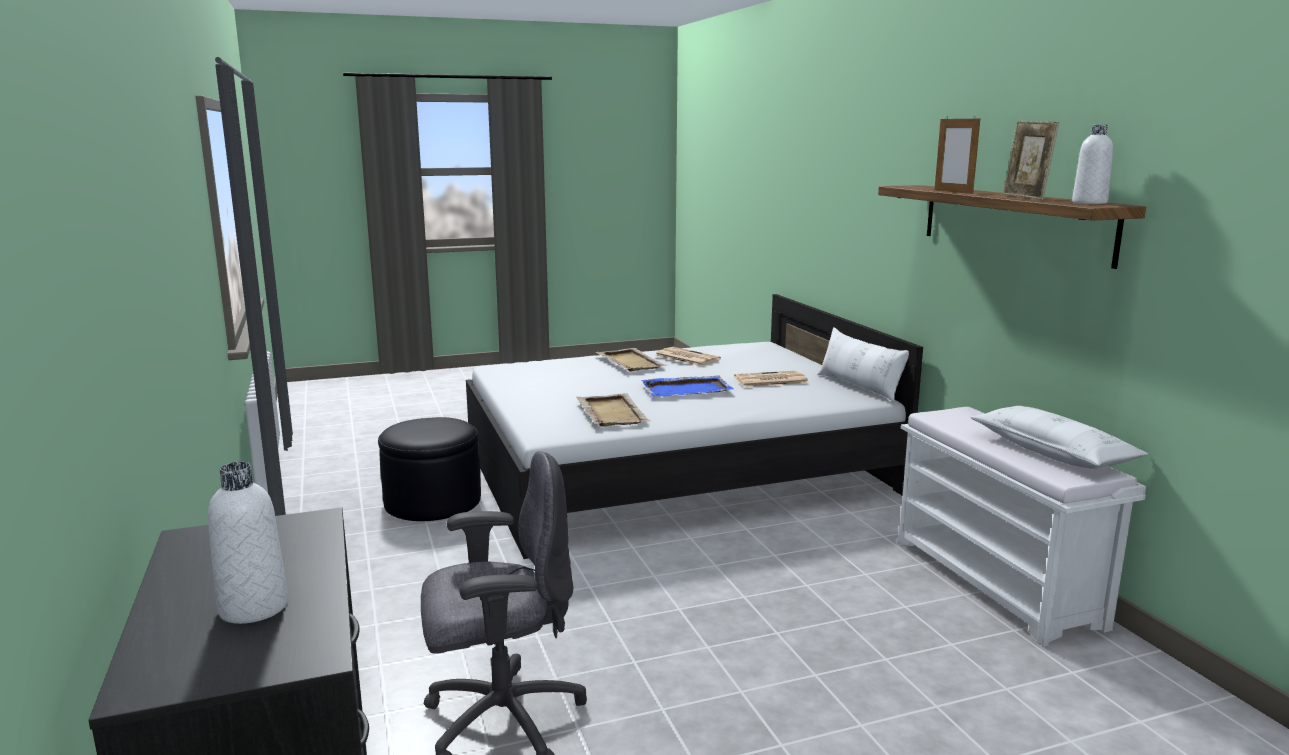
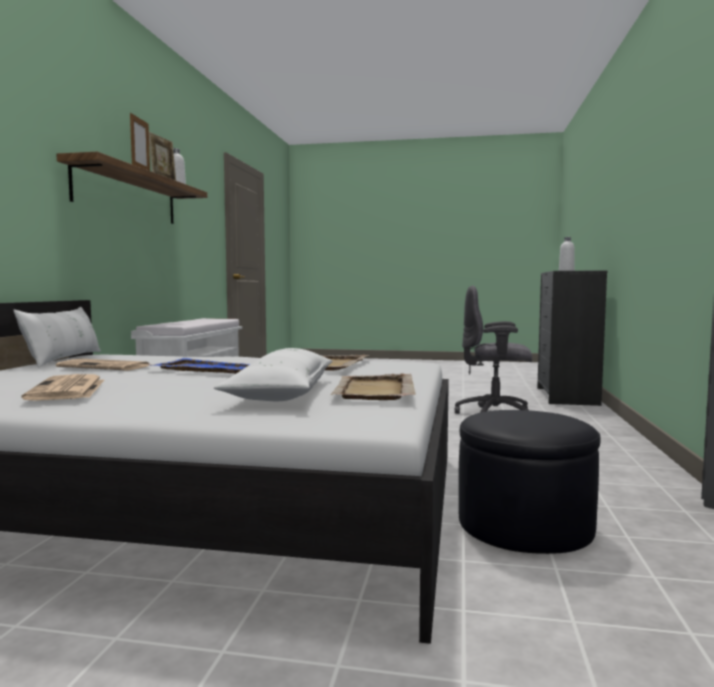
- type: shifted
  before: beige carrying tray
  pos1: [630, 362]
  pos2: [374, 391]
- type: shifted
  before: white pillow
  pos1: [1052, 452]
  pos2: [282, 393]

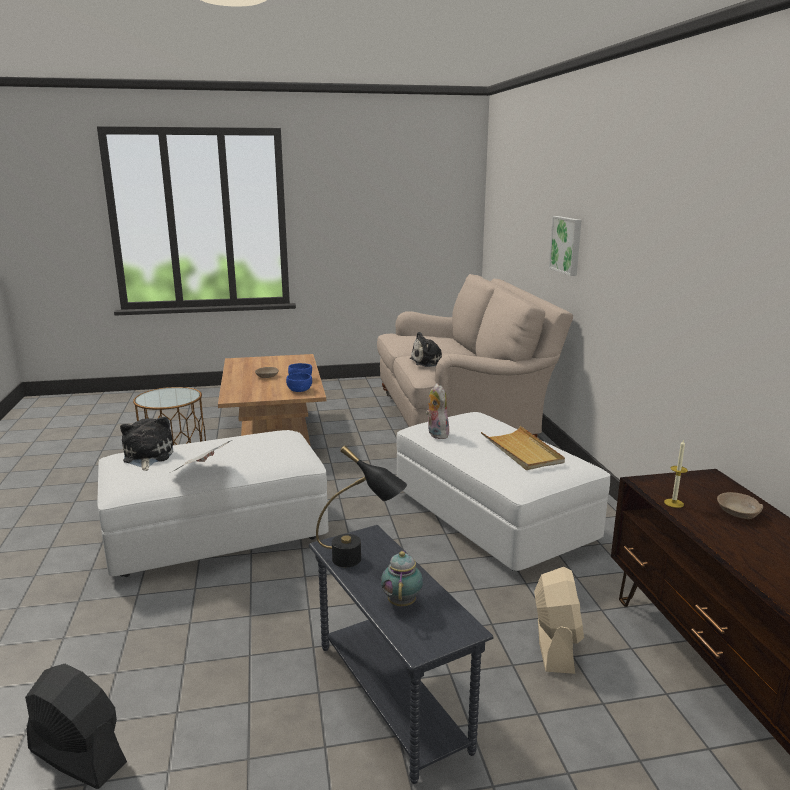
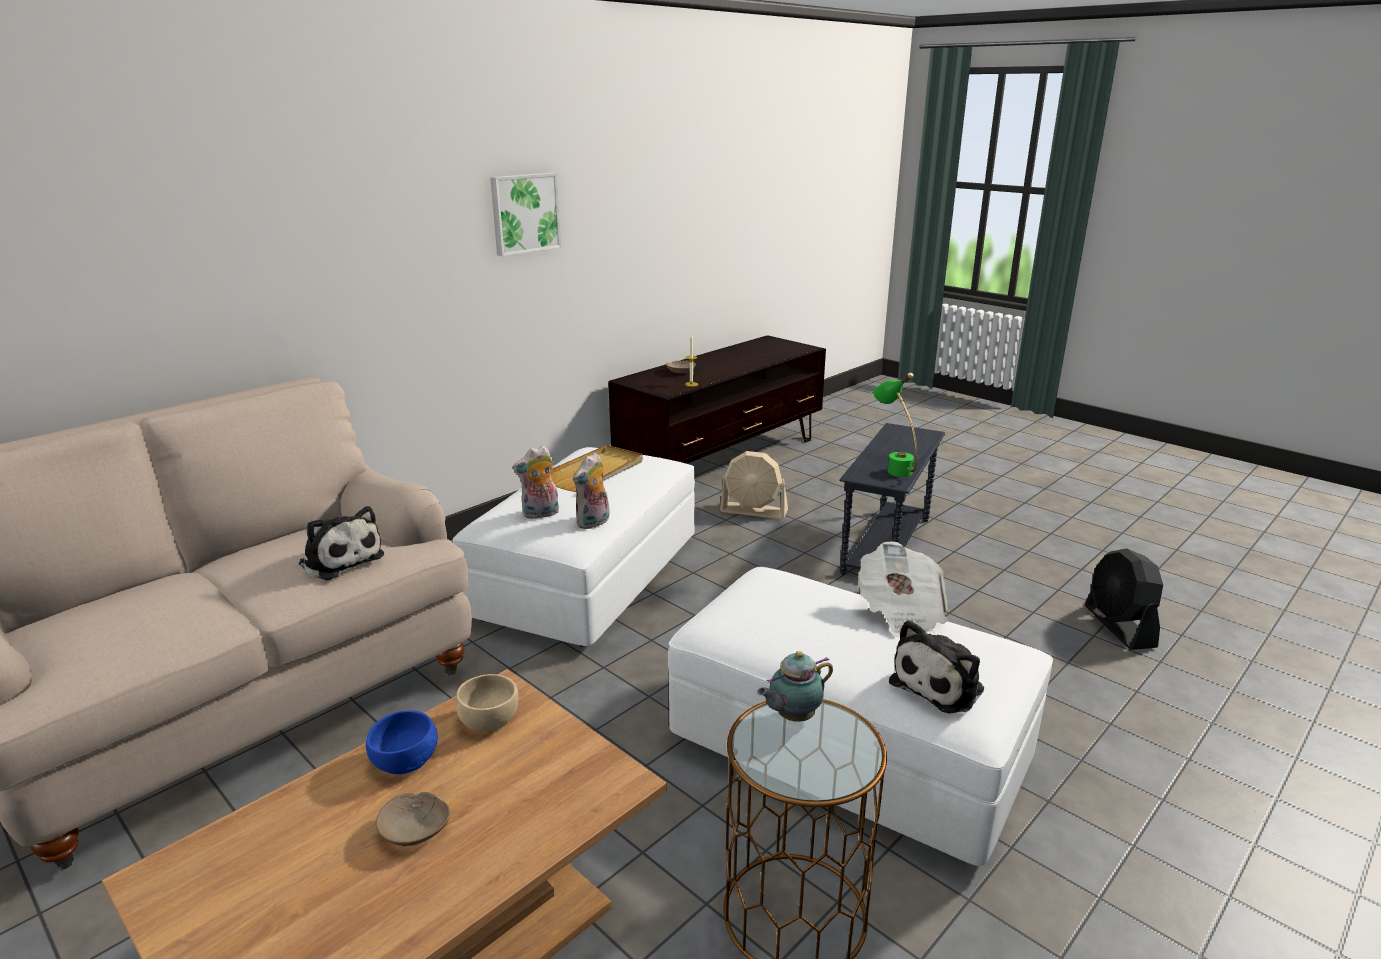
- type: repainted
  before: blue deep dish
  after: beige deep dish
  pos1: [299, 390]
  pos2: [489, 719]
- type: repainted
  before: black tabletop lamp
  after: green-coloured tabletop lamp
  pos1: [360, 561]
  pos2: [893, 467]
- type: shifted
  before: pot for tea
  pos1: [402, 601]
  pos2: [792, 717]
- type: rotated
  before: beige fan
  pos1: [555, 644]
  pos2: [754, 511]
  turn: -135
- type: shifted
  before: wall art
  pos1: [567, 245]
  pos2: [524, 213]
- type: new
  after: soft toy
  pos2: [540, 514]

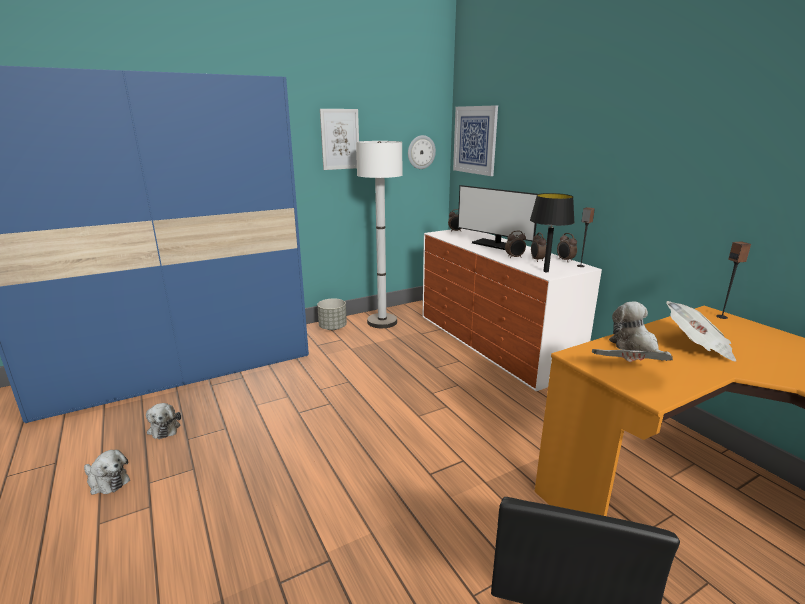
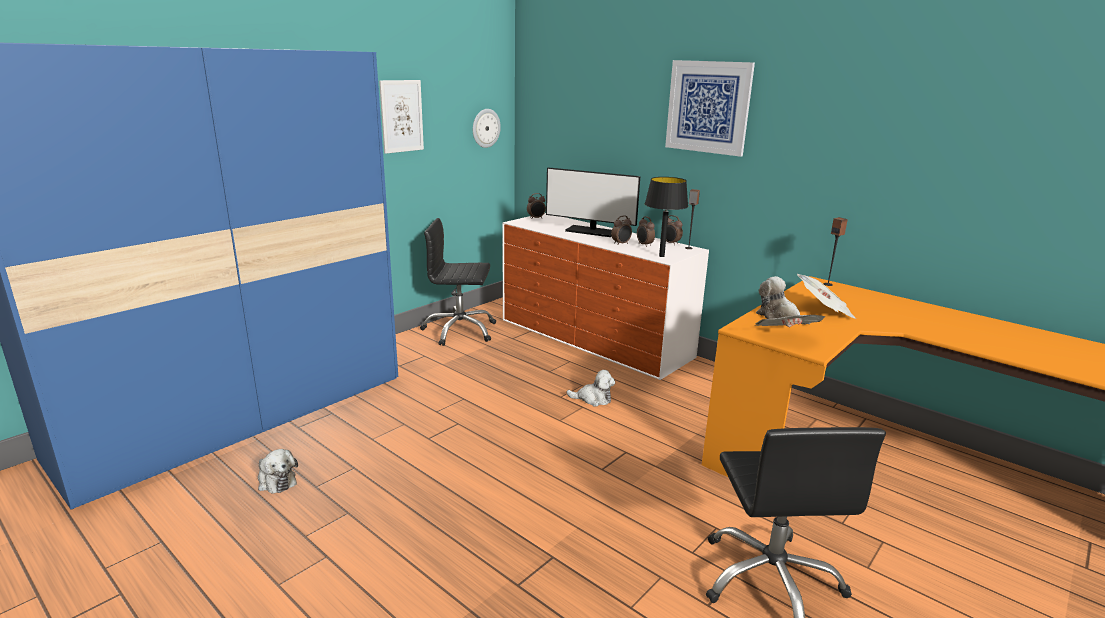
- type: shifted
  before: soft toy
  pos1: [107, 481]
  pos2: [593, 399]
- type: gone
  before: greyish planter
  pos1: [333, 327]
- type: swapped
  before: white standing lamp
  after: black computer chair
  pos1: [382, 322]
  pos2: [459, 331]
- type: shifted
  before: wall art
  pos1: [475, 140]
  pos2: [708, 107]

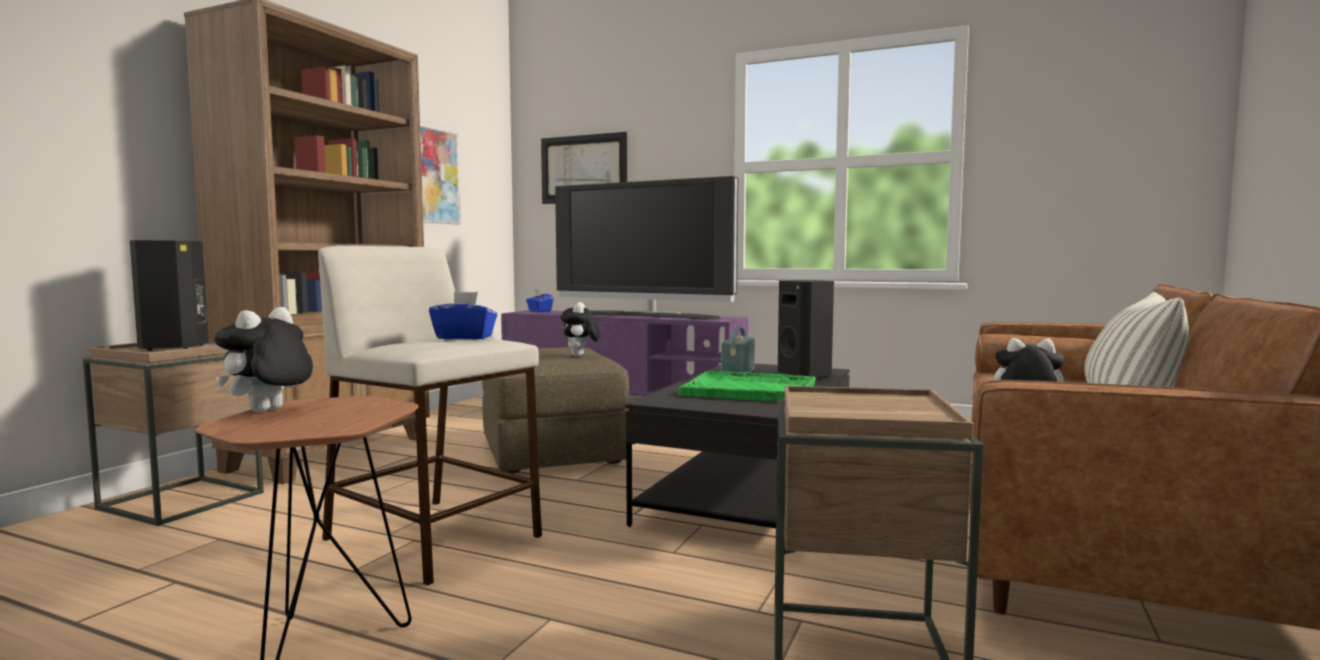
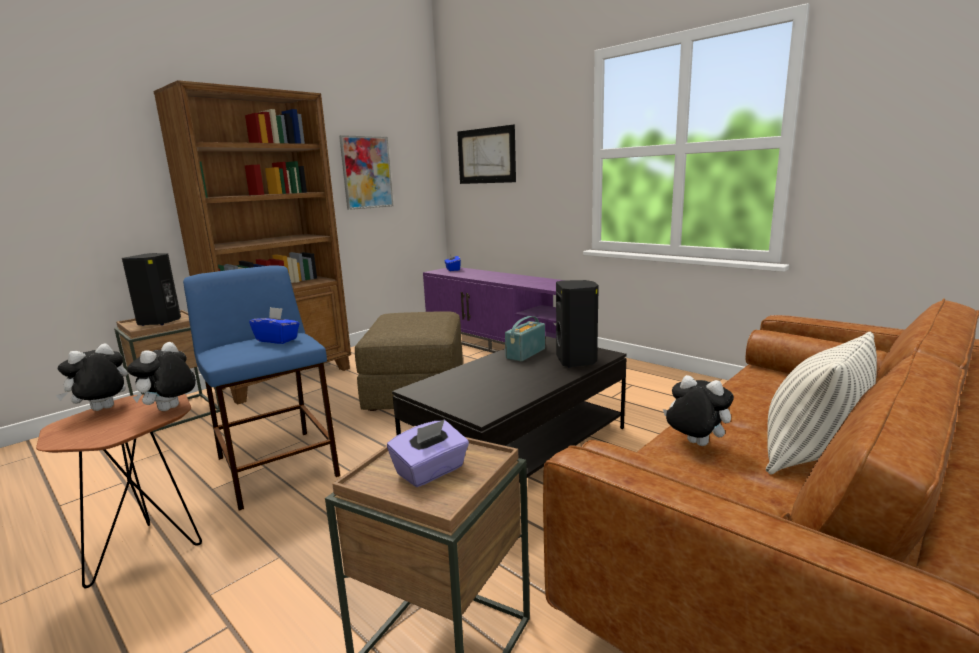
- type: repainted
  before: beige stool seat
  after: blue stool seat
  pos1: [435, 538]
  pos2: [278, 467]
- type: gone
  before: television
  pos1: [648, 316]
- type: shifted
  before: soft toy
  pos1: [580, 356]
  pos2: [170, 410]
- type: gone
  before: green-coloured carrying tray
  pos1: [750, 390]
- type: new
  after: purplish box of tissues
  pos2: [431, 471]

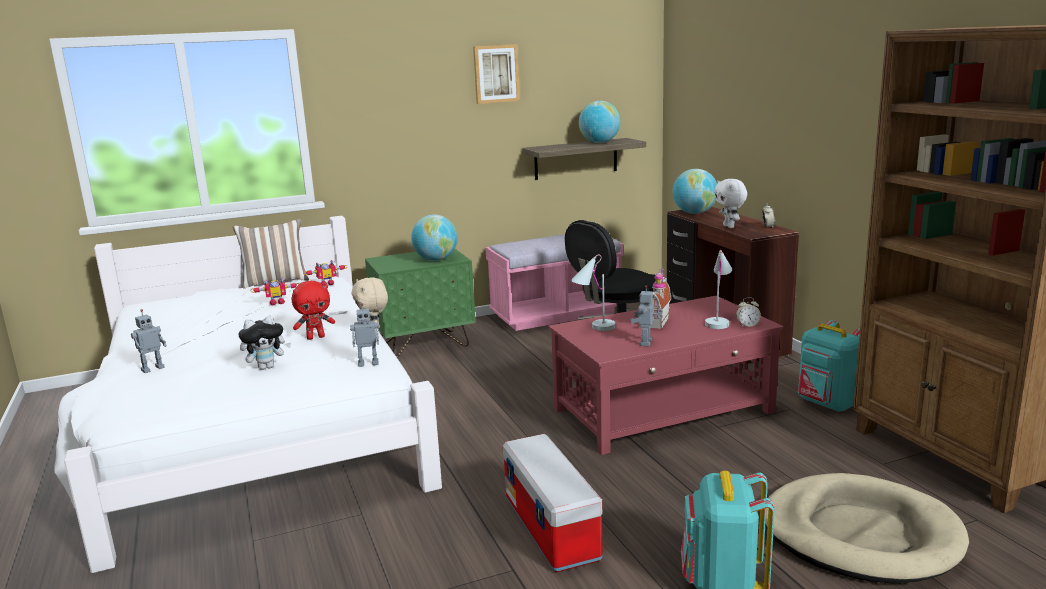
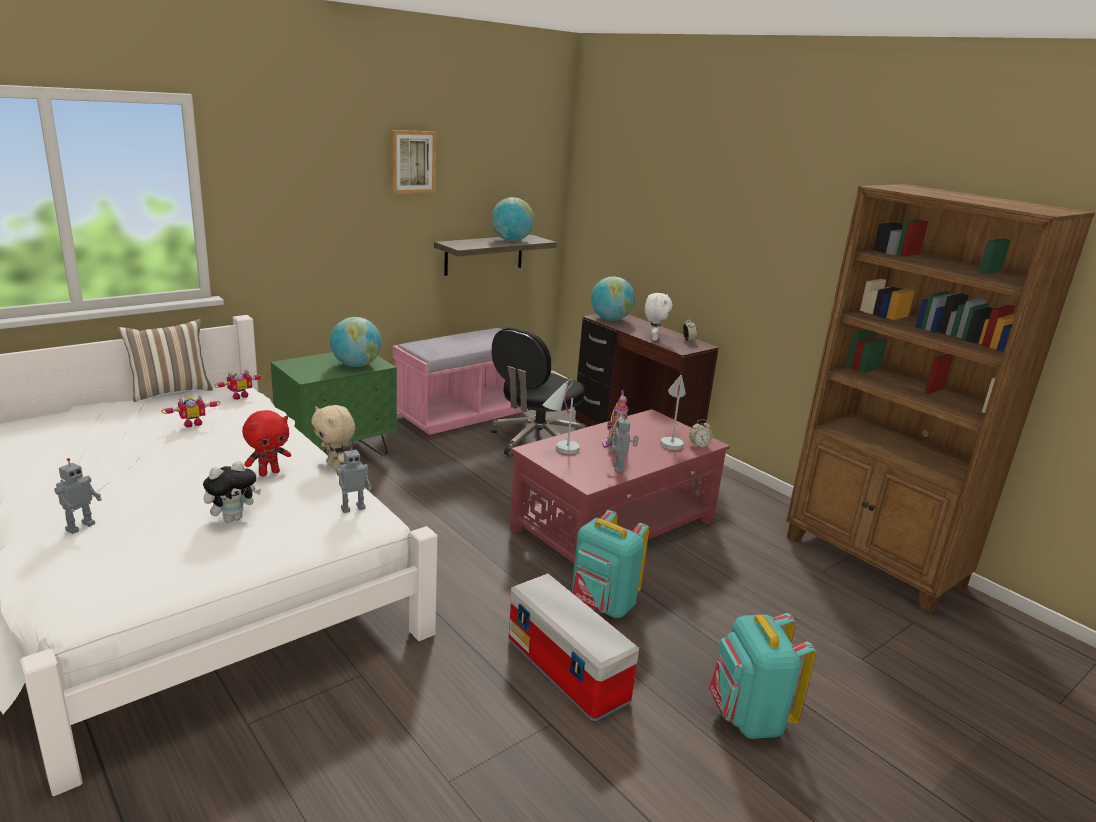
- type: rotated
  before: white soft toy
  pos1: [729, 226]
  pos2: [653, 338]
  turn: -135
- type: gone
  before: beige dog cushion
  pos1: [860, 534]
- type: shifted
  before: blue-green knapsack
  pos1: [827, 404]
  pos2: [602, 606]

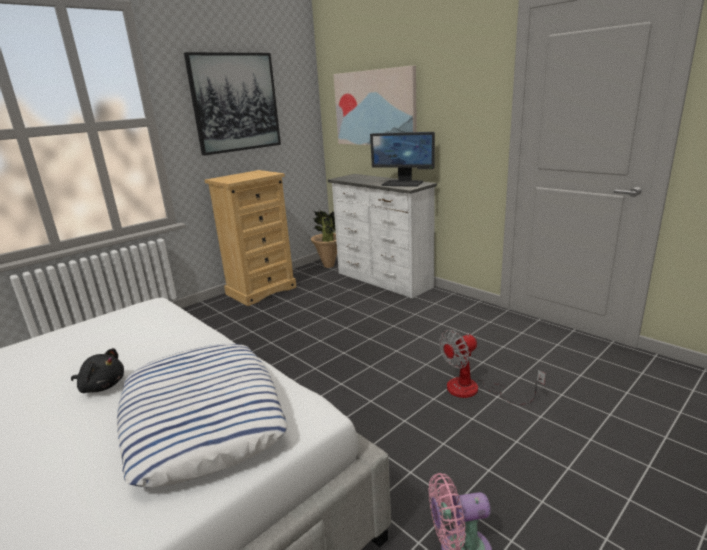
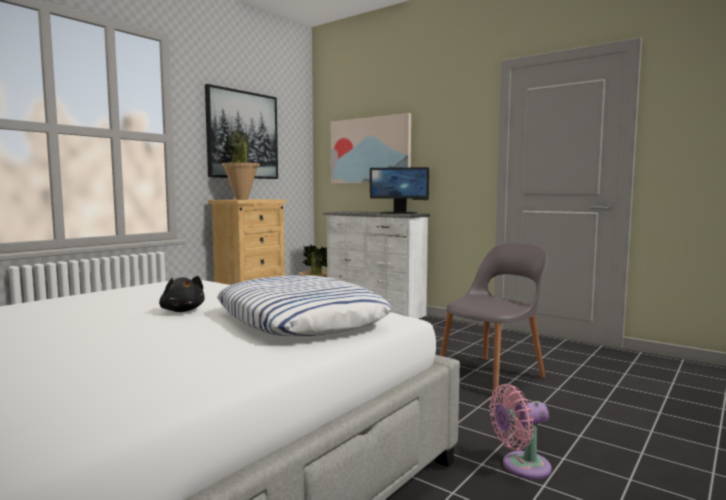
- type: rotated
  before: black soft toy
  pos1: [102, 386]
  pos2: [182, 310]
  turn: 45
- type: swapped
  before: fan
  after: greyish upright chair
  pos1: [474, 390]
  pos2: [492, 375]
- type: new
  after: potted plant
  pos2: [241, 199]

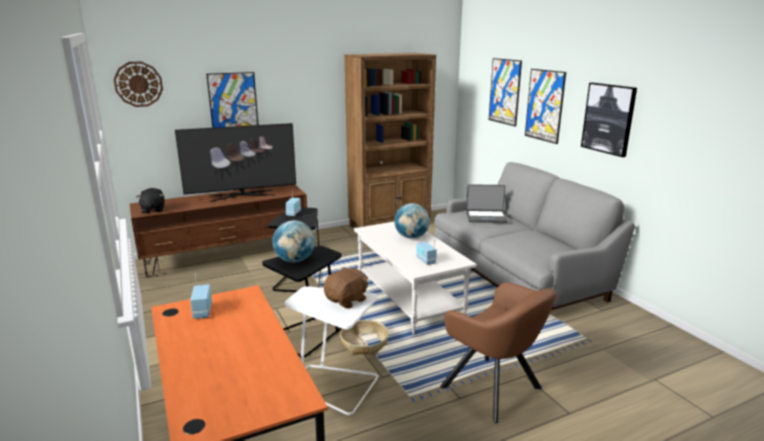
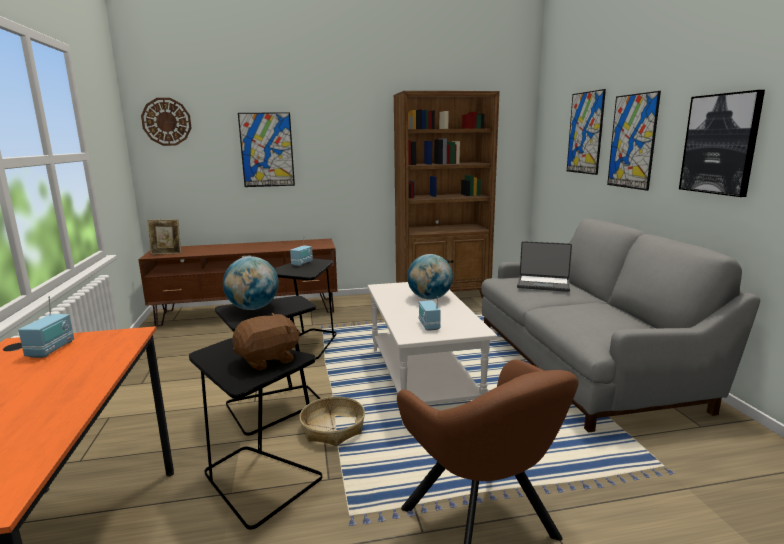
- type: swapped
  before: black soft toy
  after: photo frame
  pos1: [153, 210]
  pos2: [167, 253]
- type: gone
  before: television
  pos1: [242, 195]
- type: repainted
  before: white end table
  after: black end table
  pos1: [333, 386]
  pos2: [257, 481]

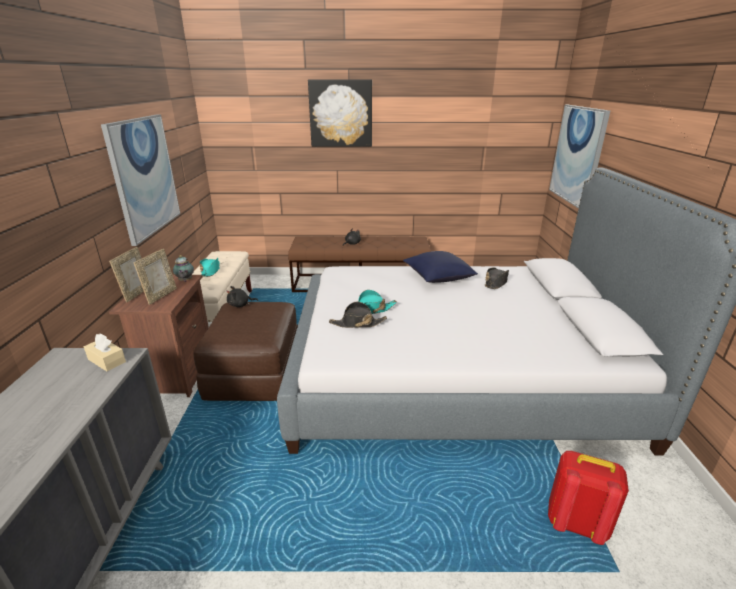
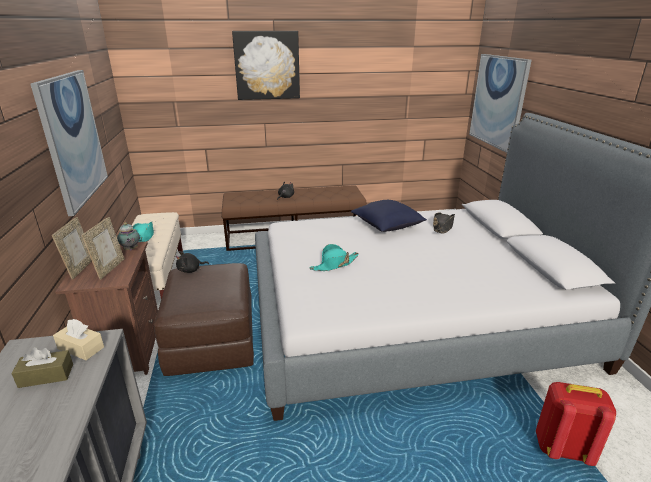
- type: gone
  before: black hat
  pos1: [357, 323]
- type: new
  after: brown box of tissues
  pos2: [46, 376]

